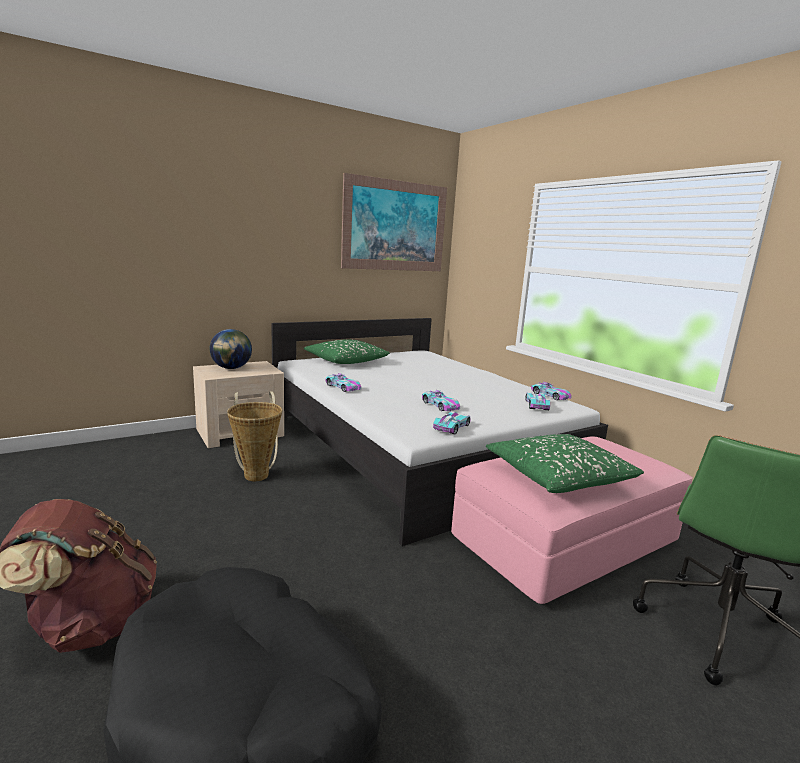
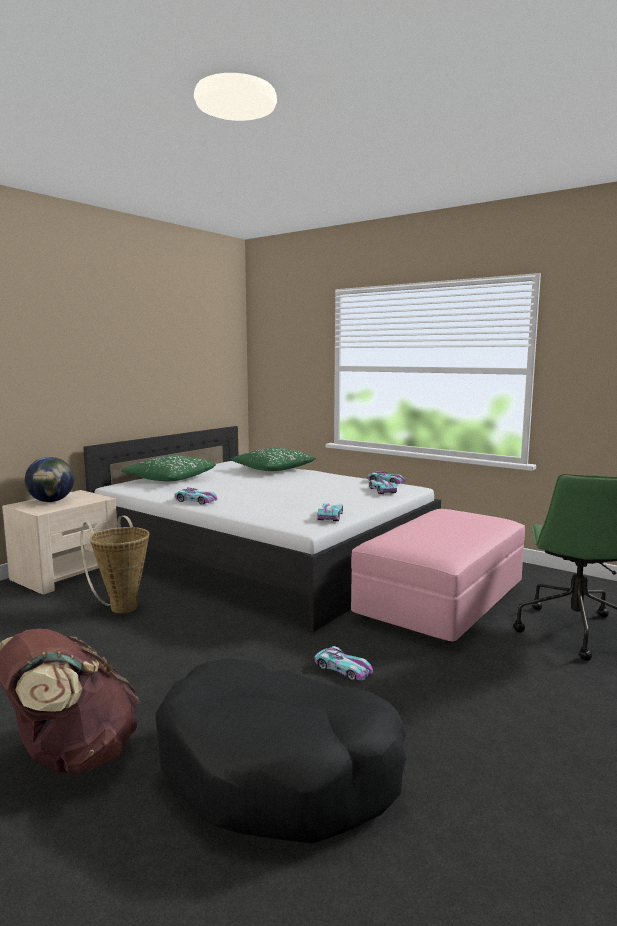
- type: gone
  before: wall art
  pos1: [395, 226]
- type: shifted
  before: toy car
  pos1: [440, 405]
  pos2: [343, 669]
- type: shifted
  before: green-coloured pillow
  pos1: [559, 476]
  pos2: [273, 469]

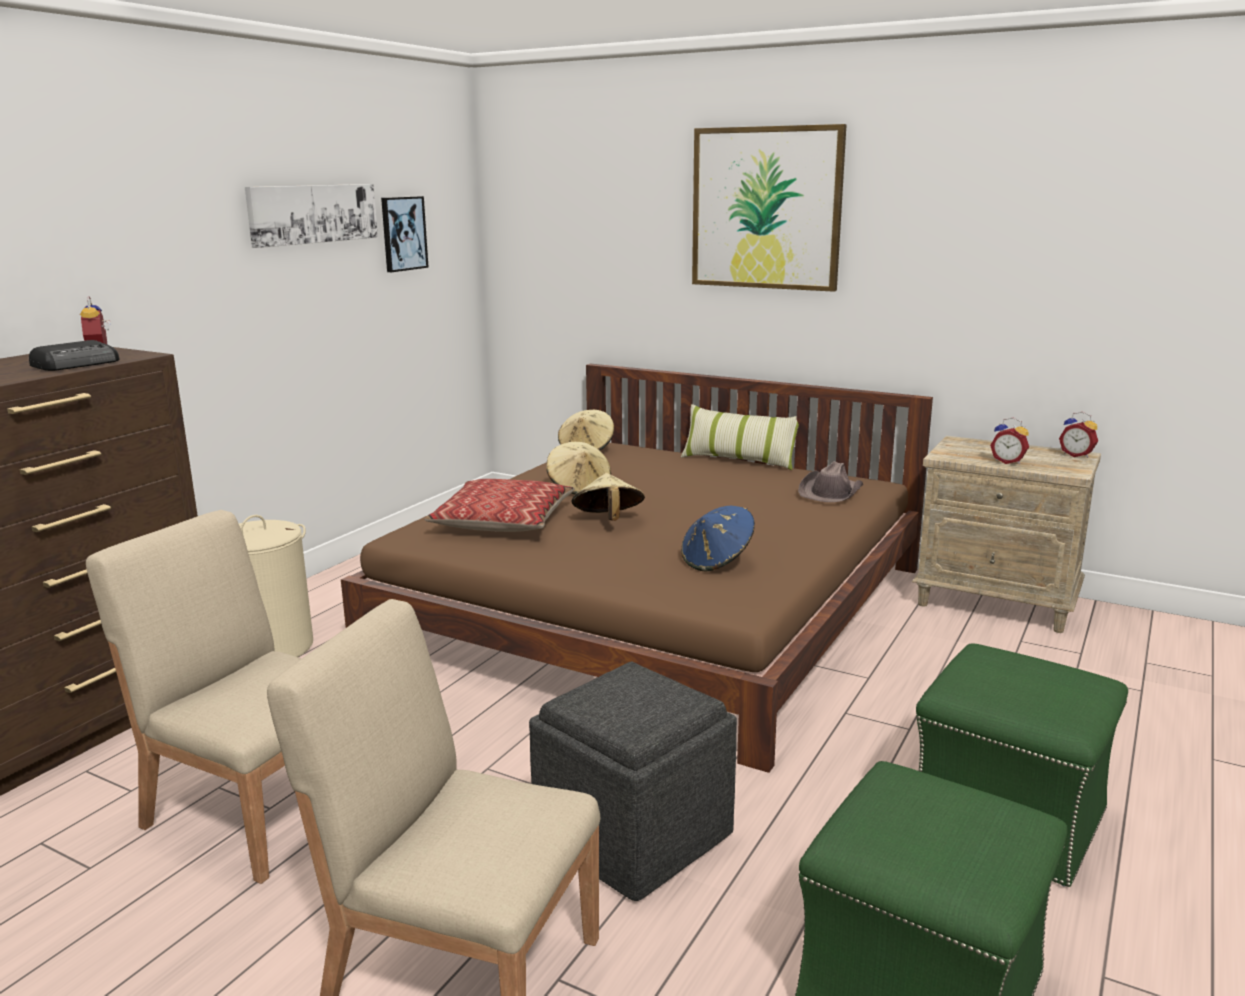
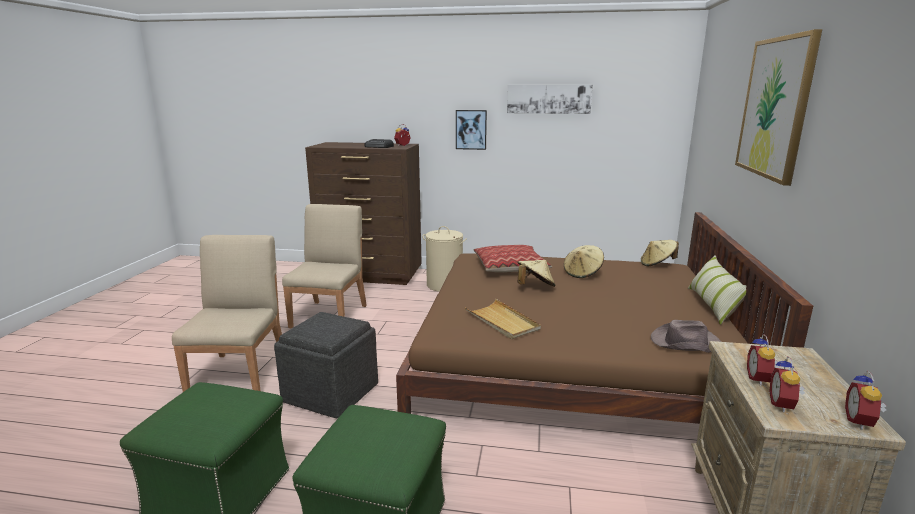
- type: shifted
  before: wall art
  pos1: [403, 233]
  pos2: [471, 129]
- type: swapped
  before: blue hat
  after: beige carrying tray
  pos1: [717, 561]
  pos2: [502, 321]
- type: new
  after: table clock
  pos2: [783, 405]

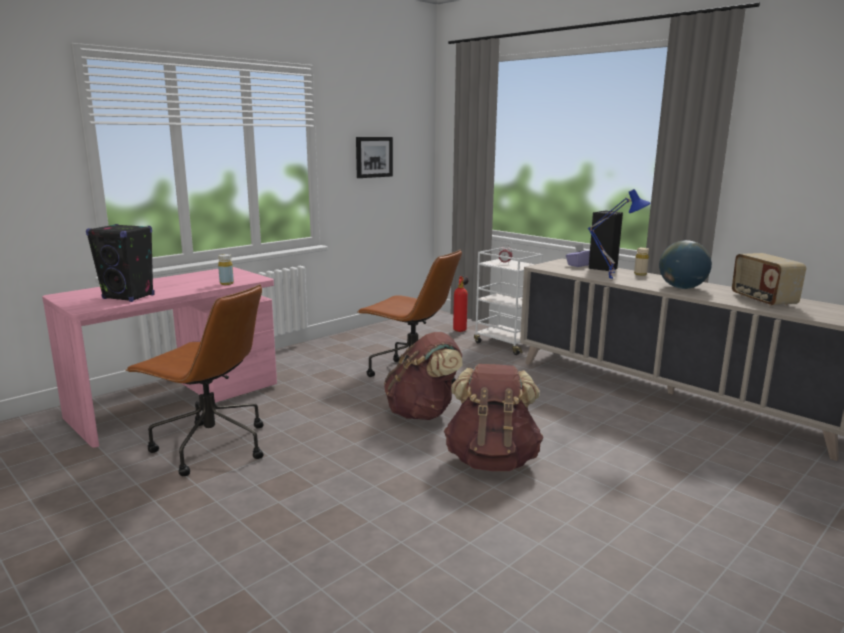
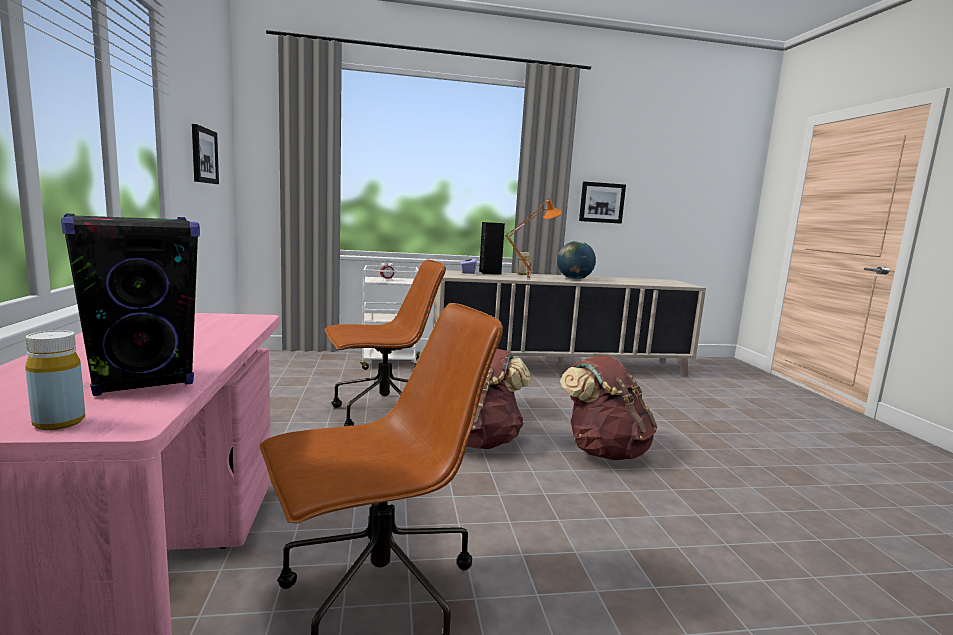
- type: shifted
  before: yellow-coloured drink bottle
  pos1: [226, 283]
  pos2: [59, 422]
- type: gone
  before: fire-fighting cylinder
  pos1: [460, 330]
- type: repainted
  before: blue tabletop lamp
  after: orange-coloured tabletop lamp
  pos1: [612, 280]
  pos2: [528, 279]
- type: gone
  before: radio
  pos1: [762, 300]
- type: new
  after: wall art
  pos2: [601, 202]

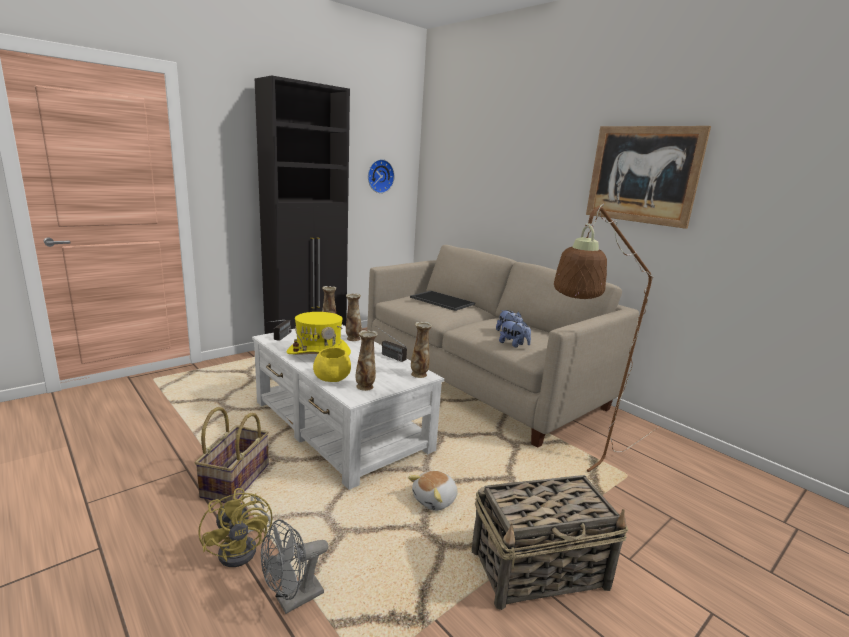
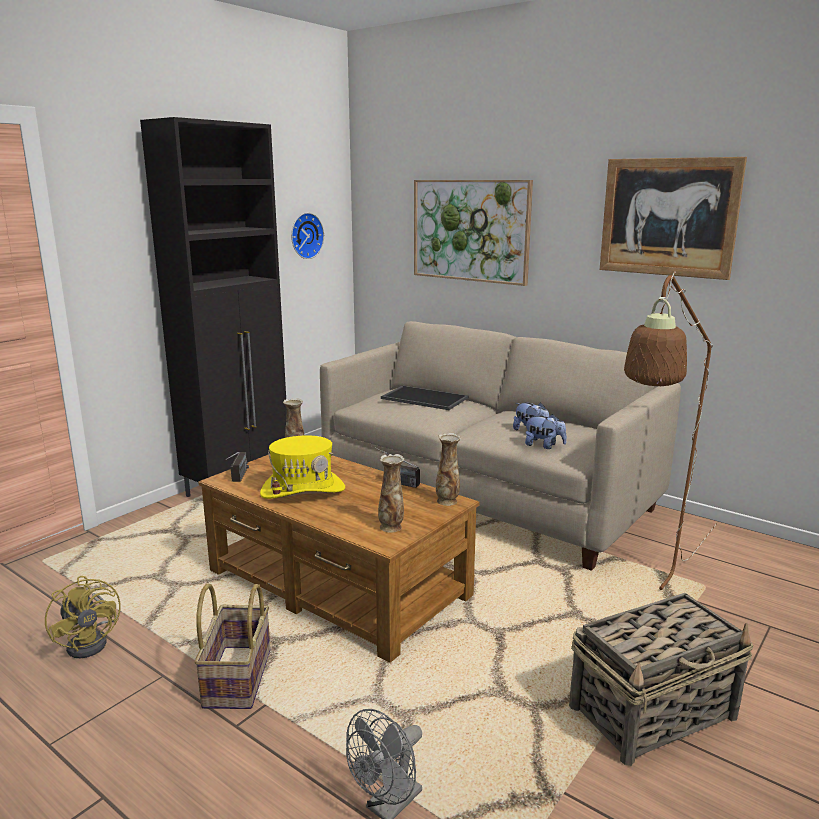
- type: shifted
  before: yellow-coloured fan
  pos1: [243, 548]
  pos2: [92, 642]
- type: repainted
  before: white lounge table
  after: brown lounge table
  pos1: [340, 426]
  pos2: [337, 584]
- type: gone
  before: yellow-coloured deep dish
  pos1: [332, 378]
- type: gone
  before: vase
  pos1: [353, 339]
- type: gone
  before: soft toy
  pos1: [435, 500]
- type: new
  after: wall art
  pos2: [470, 230]

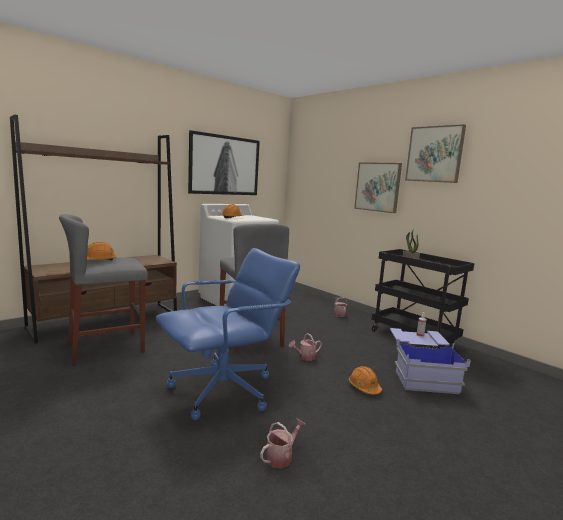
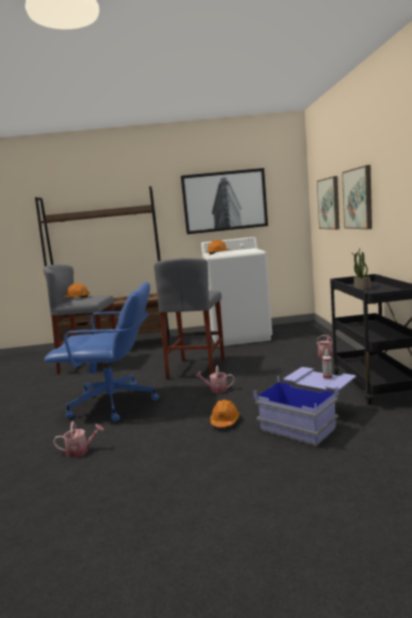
- type: shifted
  before: wall art
  pos1: [434, 154]
  pos2: [329, 203]

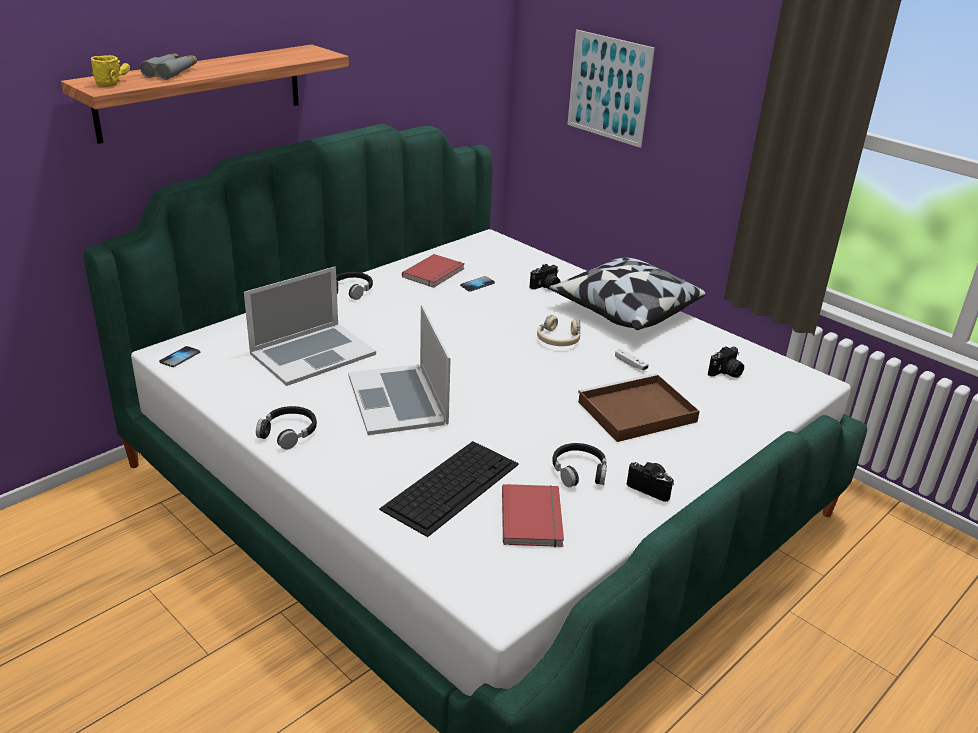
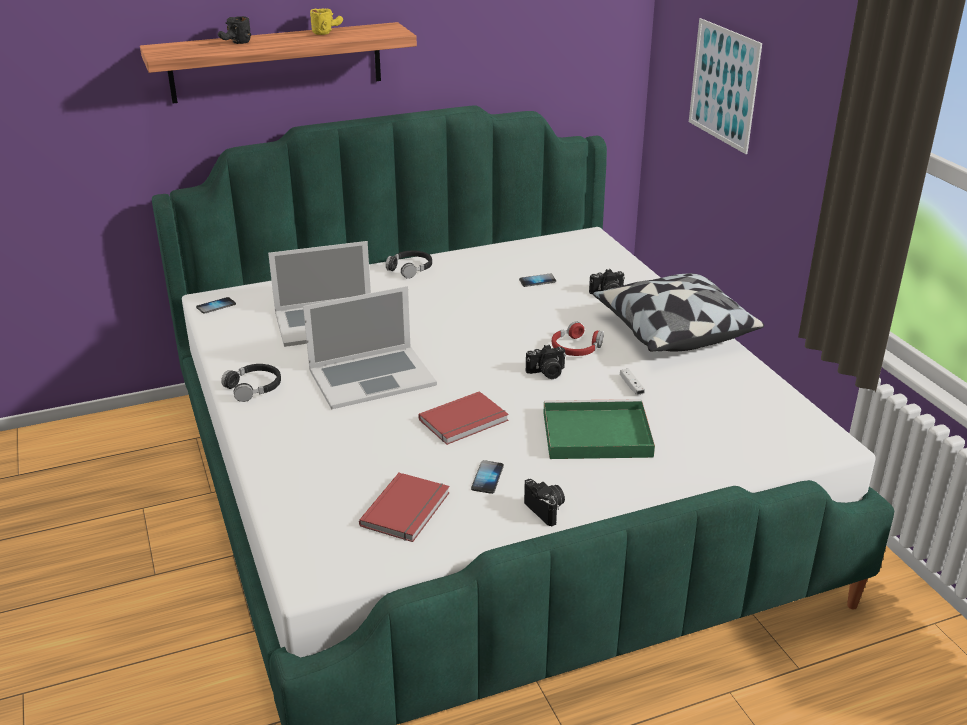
- type: shifted
  before: yellow-coloured tea mug
  pos1: [113, 82]
  pos2: [327, 31]
- type: swapped
  before: greyish pair of binoculars
  after: black tea mug
  pos1: [171, 72]
  pos2: [236, 43]
- type: rotated
  before: portable computer
  pos1: [398, 399]
  pos2: [372, 377]
  turn: -120
- type: gone
  before: keyboard
  pos1: [452, 485]
- type: shifted
  before: reddish volume
  pos1: [435, 273]
  pos2: [465, 421]
- type: repainted
  before: beige headphones
  after: reddish headphones
  pos1: [558, 339]
  pos2: [576, 348]
- type: swapped
  before: black headphones
  after: telephone
  pos1: [579, 471]
  pos2: [487, 478]
- type: repainted
  before: brown carrying tray
  after: green-coloured carrying tray
  pos1: [635, 412]
  pos2: [594, 434]
- type: shifted
  before: still camera
  pos1: [726, 373]
  pos2: [547, 373]

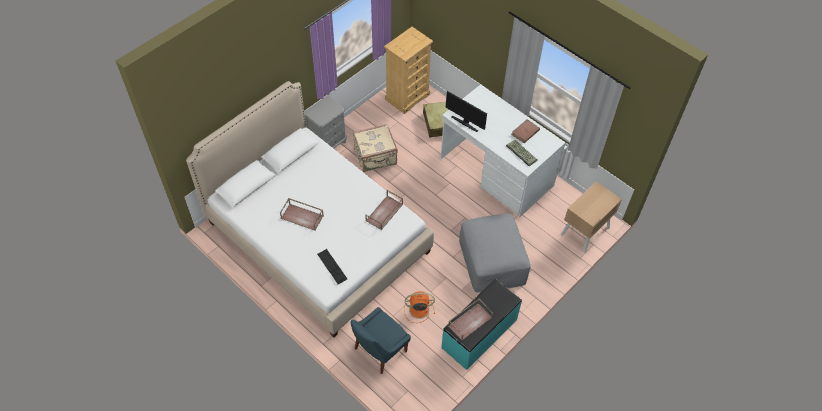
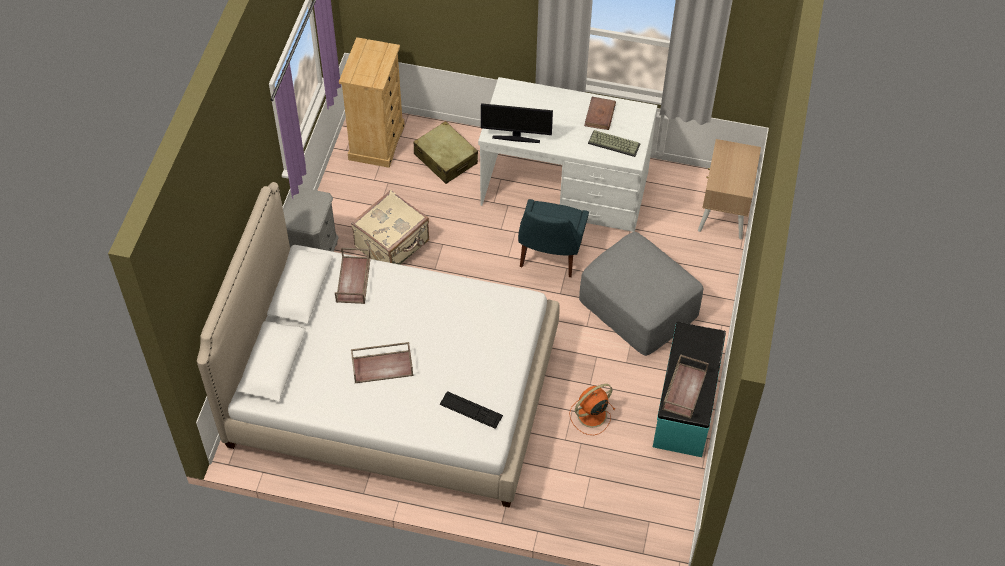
- type: shifted
  before: blue upright chair
  pos1: [379, 351]
  pos2: [550, 256]
- type: shifted
  before: brown carrying tray
  pos1: [384, 213]
  pos2: [354, 280]

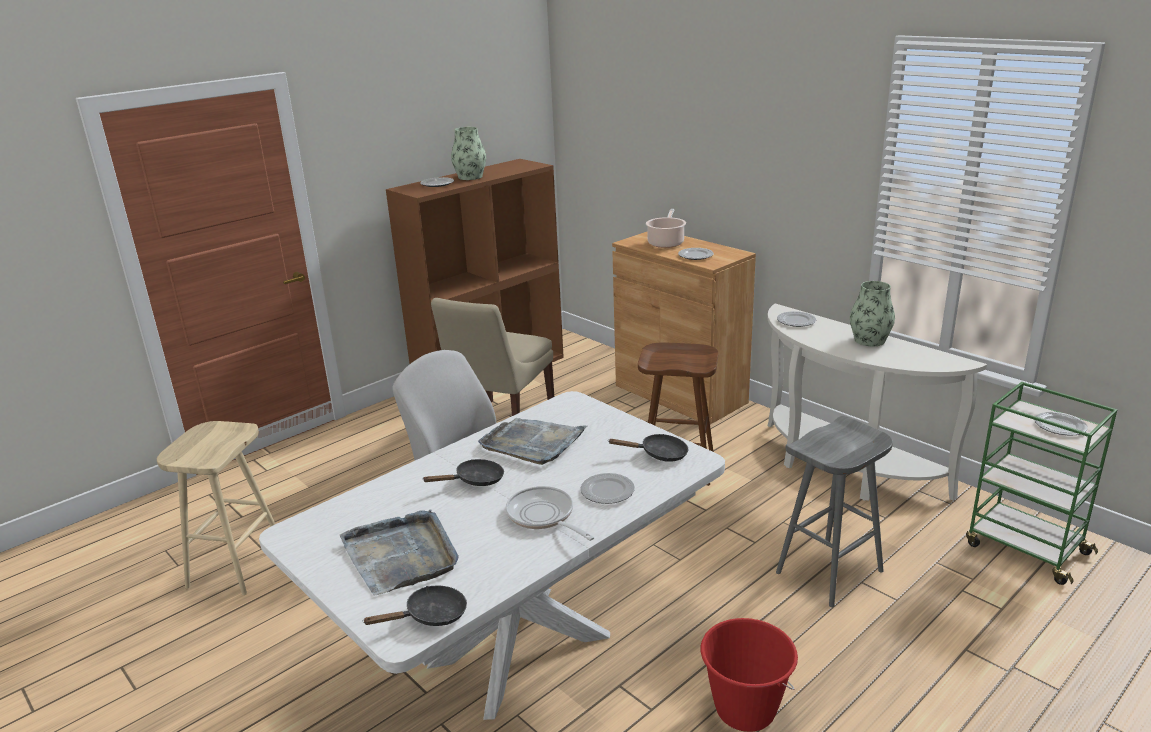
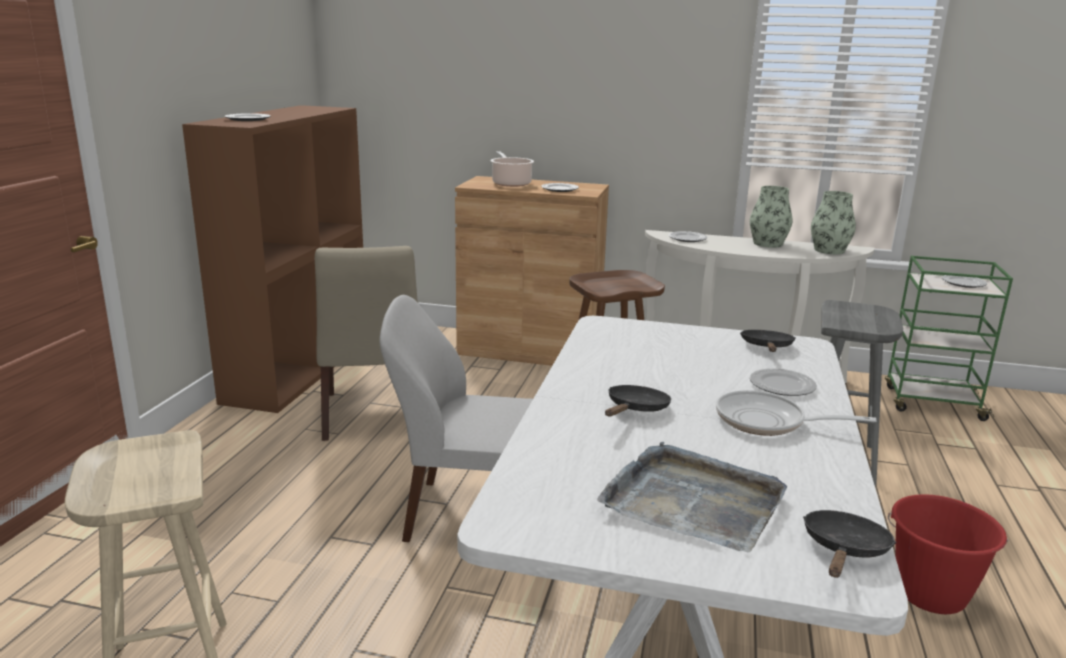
- type: shifted
  before: vase
  pos1: [470, 177]
  pos2: [829, 250]
- type: gone
  before: greyish carrying tray
  pos1: [533, 443]
- type: rotated
  before: black pan
  pos1: [659, 454]
  pos2: [767, 347]
  turn: -45

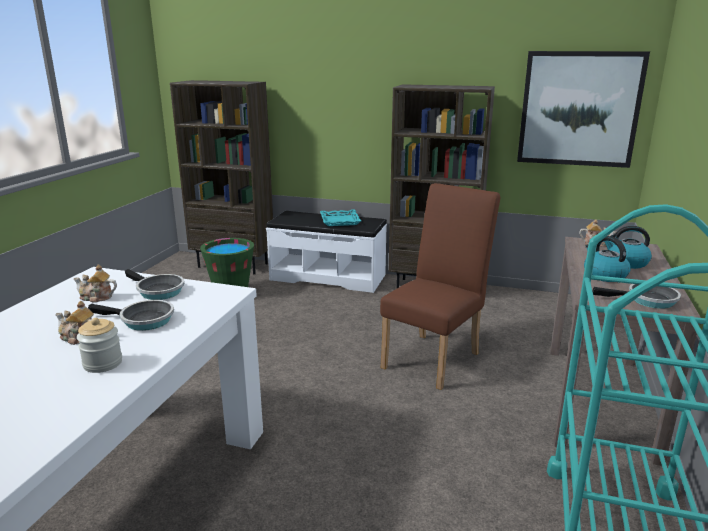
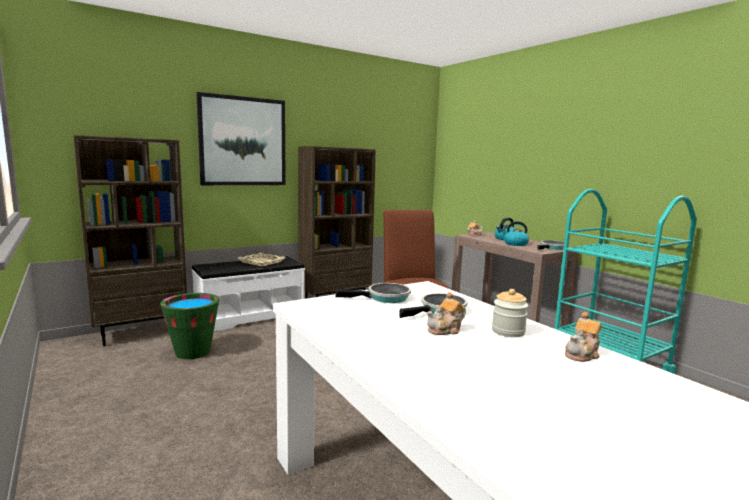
- type: shifted
  before: pot for tea
  pos1: [96, 297]
  pos2: [582, 354]
- type: repainted
  before: blue-green carrying tray
  after: beige carrying tray
  pos1: [340, 221]
  pos2: [262, 262]
- type: shifted
  before: wall art
  pos1: [579, 109]
  pos2: [243, 141]

